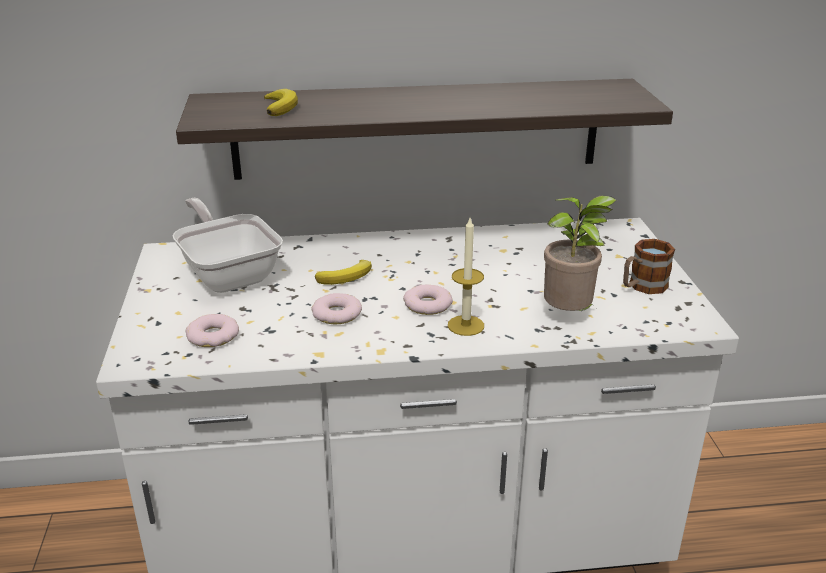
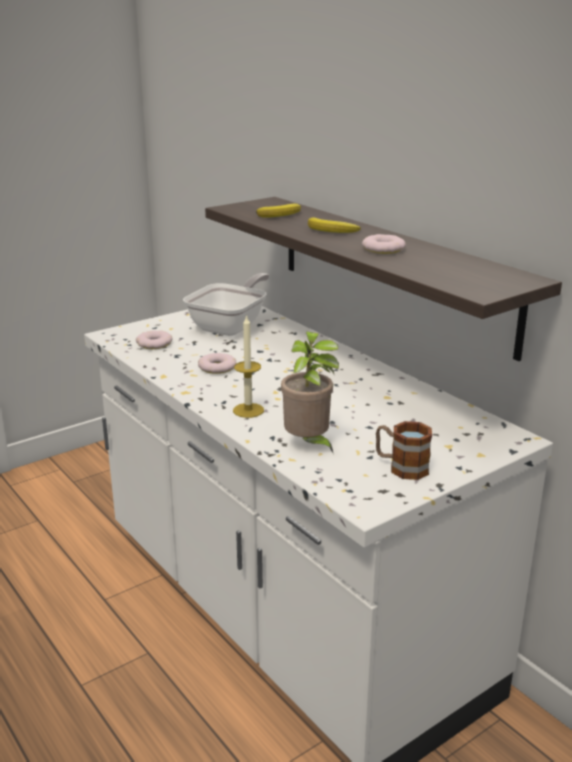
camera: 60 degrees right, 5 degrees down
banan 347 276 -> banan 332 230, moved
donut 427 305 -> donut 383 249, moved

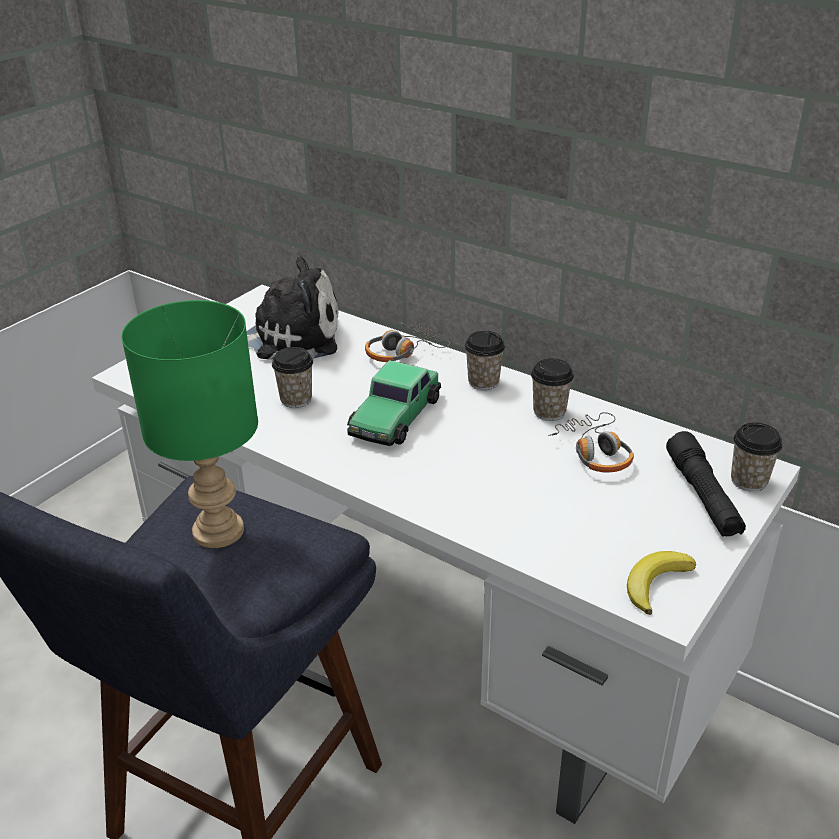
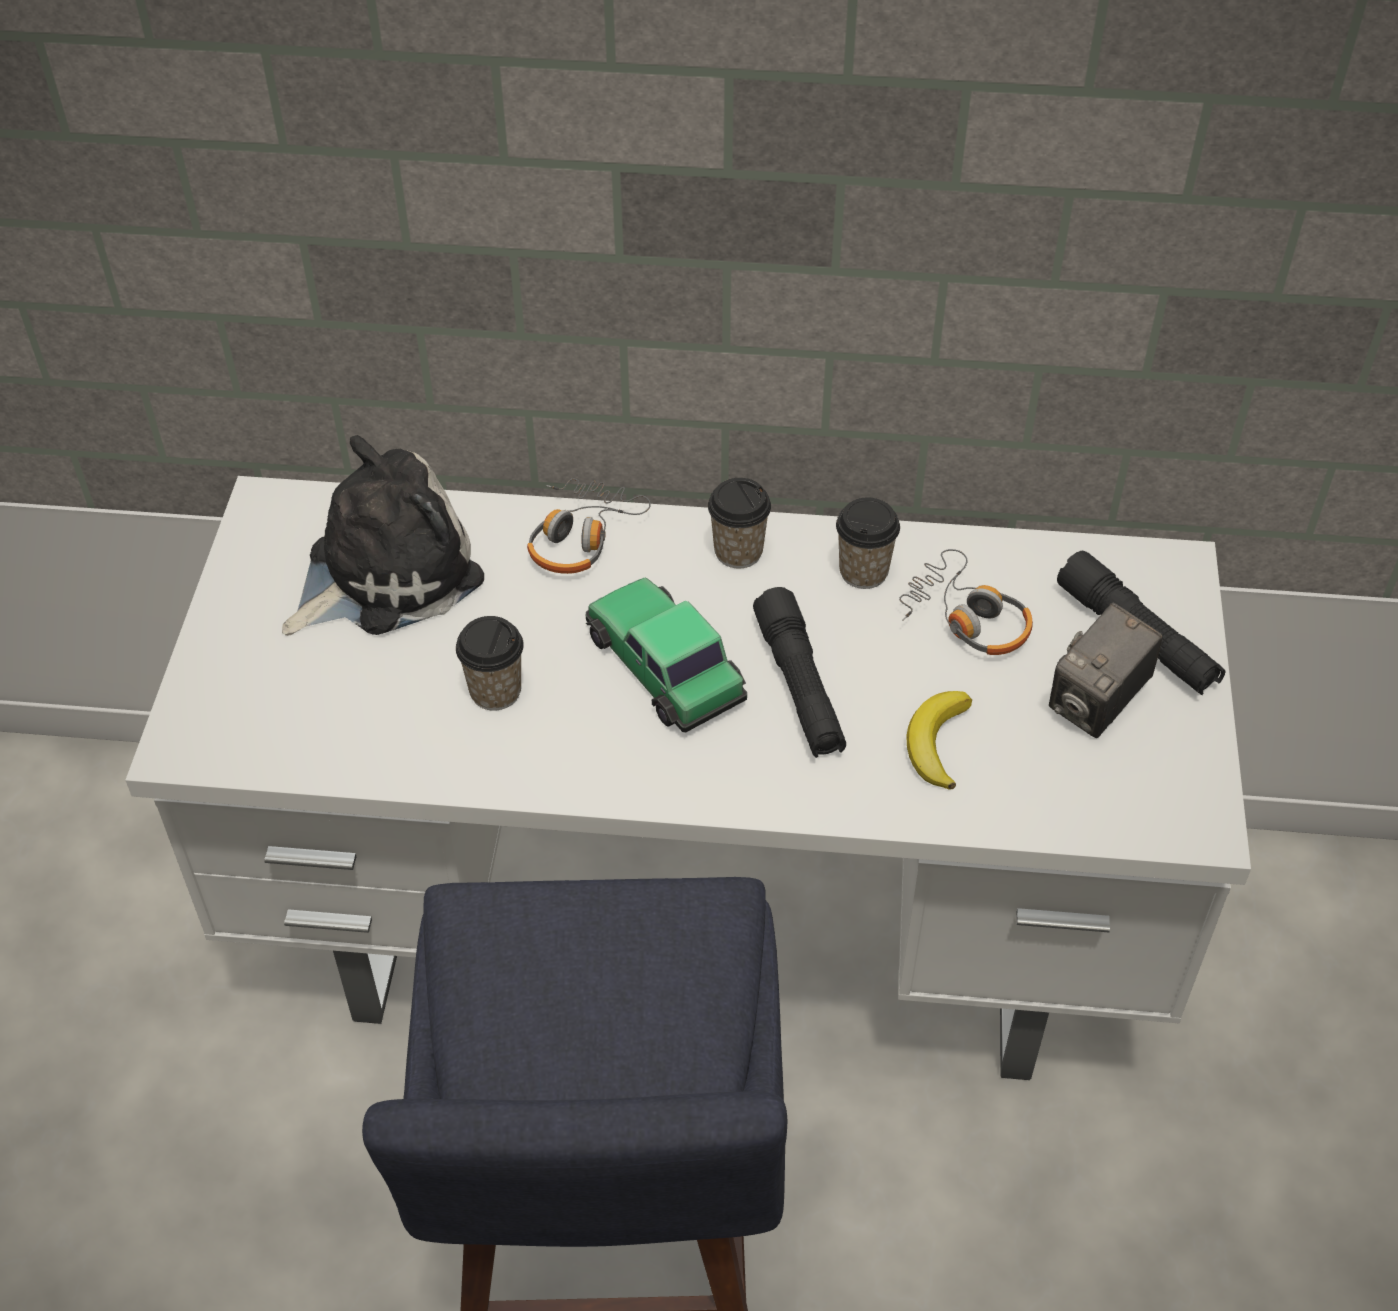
camera: 30 degrees left, 15 degrees up
lampa stołowa/zielony 220 531 -> none
samochodzik 395 416 -> samochodzik 664 665, 150 degrees clockwise
filiżanka 748 481 -> none
banan 655 583 -> banan 936 743, moved
none -> latarka/czarny 799 686
none -> aparat fotograficzny 1097 704

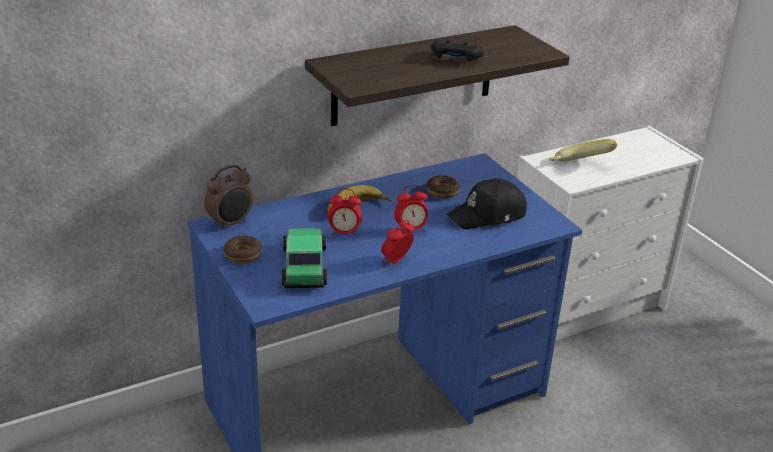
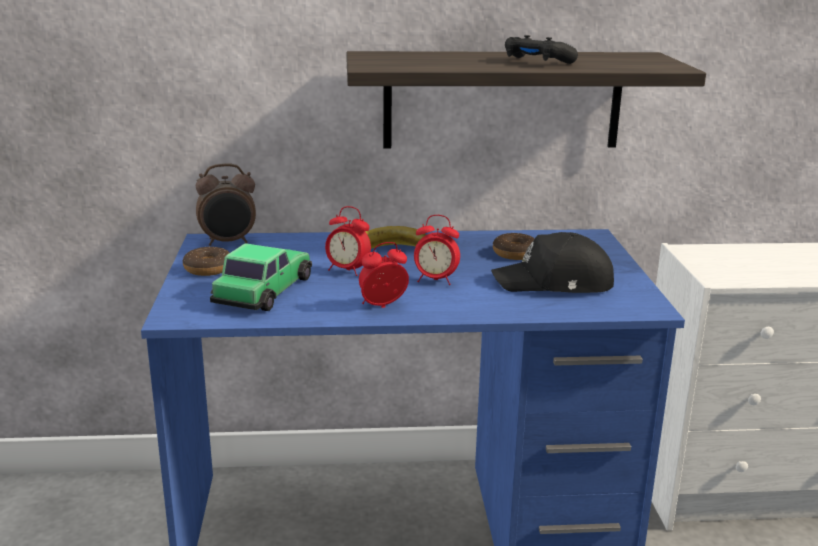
camera: 25 degrees right, 10 degrees down
banan 579 167 -> none

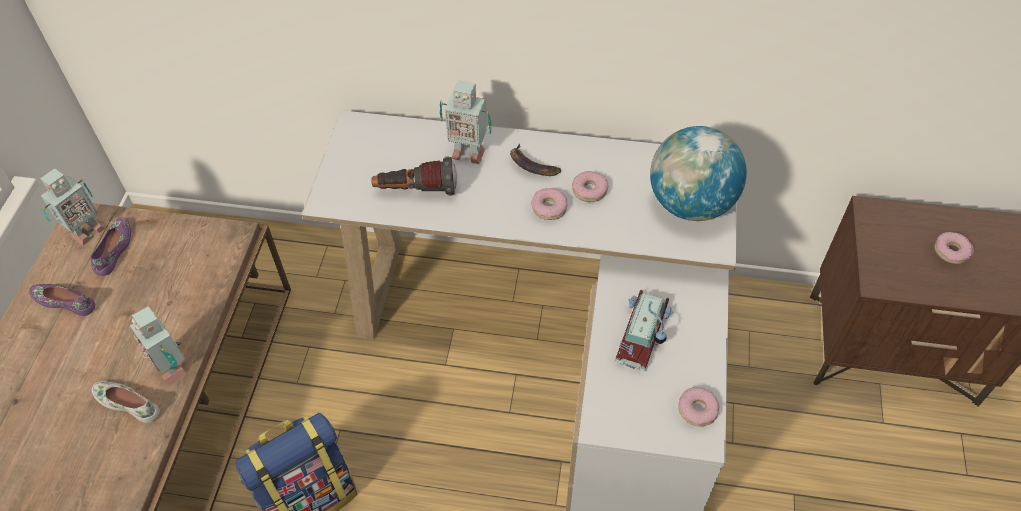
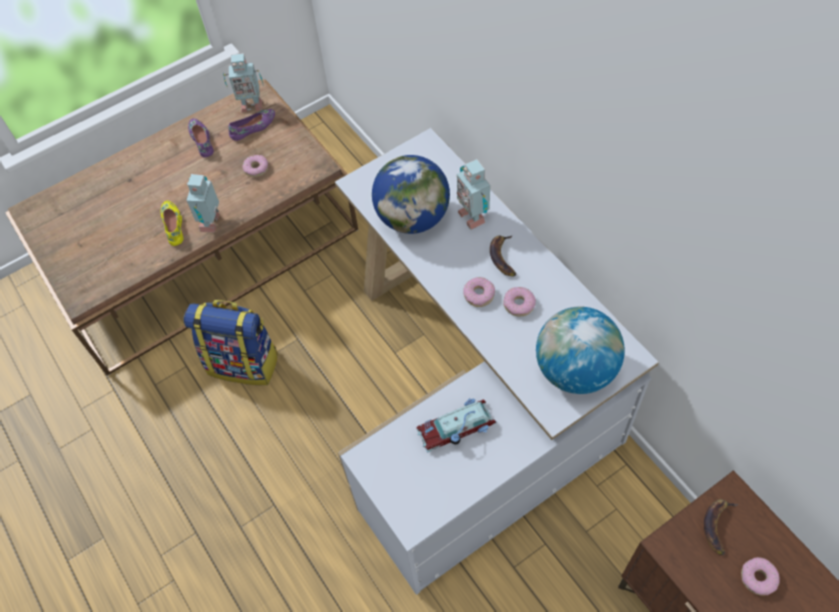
camera: 50 degrees right, 5 degrees up
latarka 416 191 -> globus 412 218
but/biały 128 403 -> but/żółty 173 225
donut 697 410 -> donut 256 168, moved
none -> banan 717 525

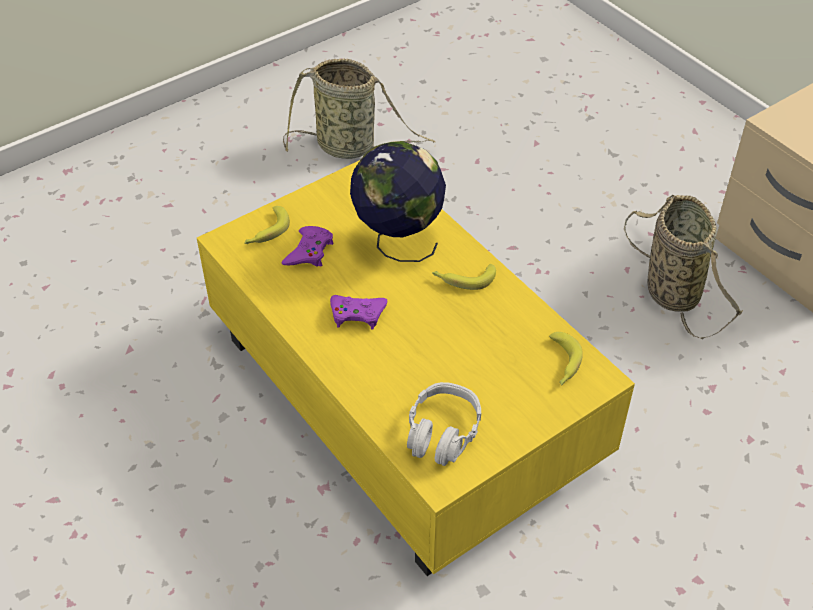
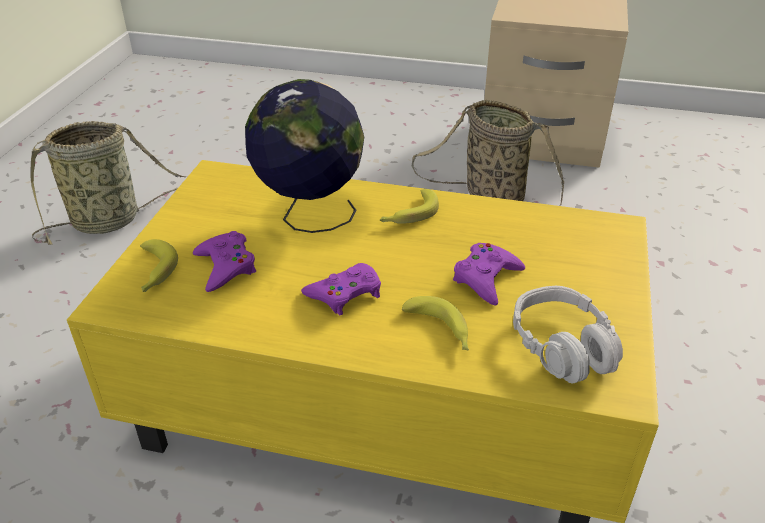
camera: 40 degrees left, 10 degrees down
banan 562 364 -> banan 441 331, moved
none -> pad do gier/fioletowy 486 278

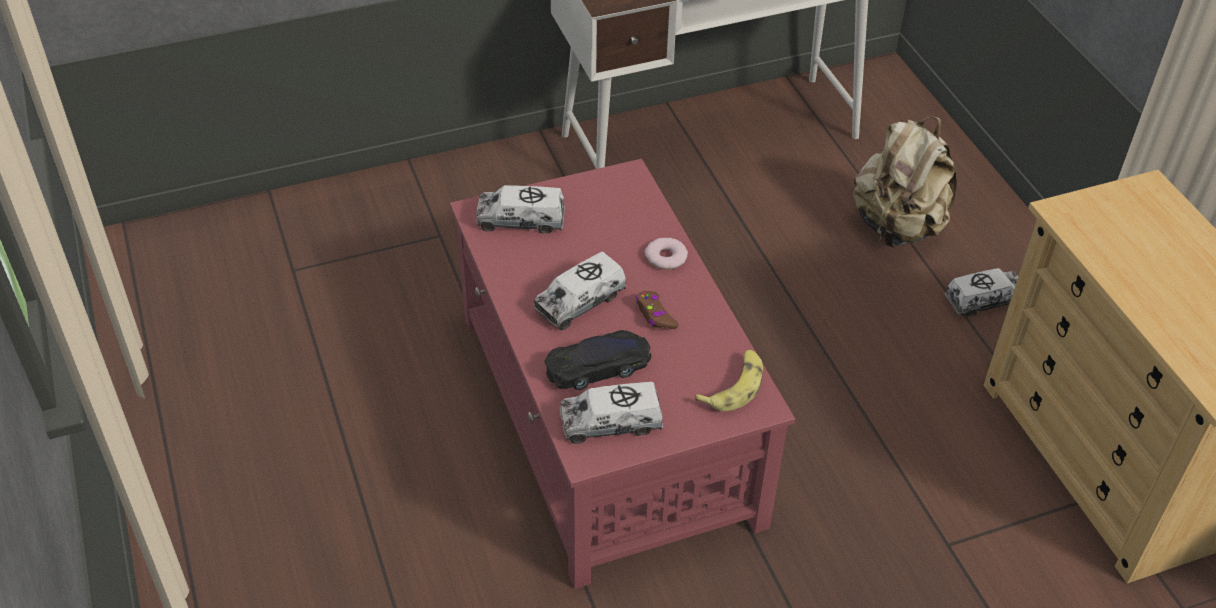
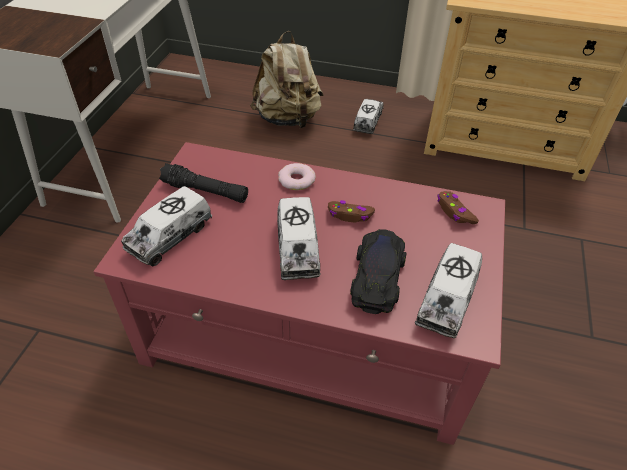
camera: 55 degrees left, 0 degrees up
banan 734 386 -> pad do gier/brązowy 454 212
none -> latarka/czarny 205 191

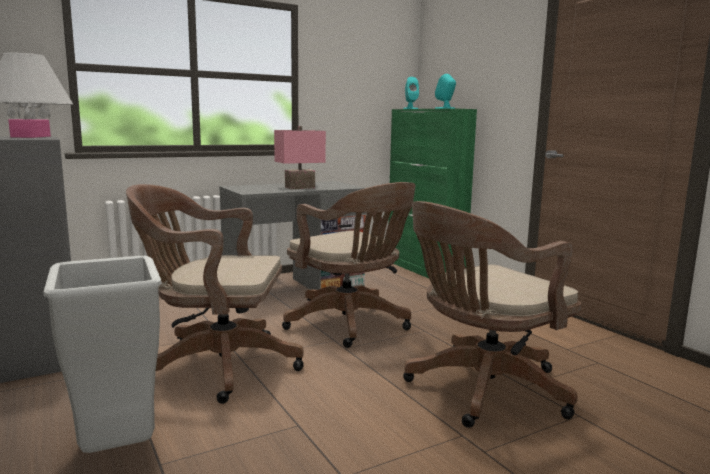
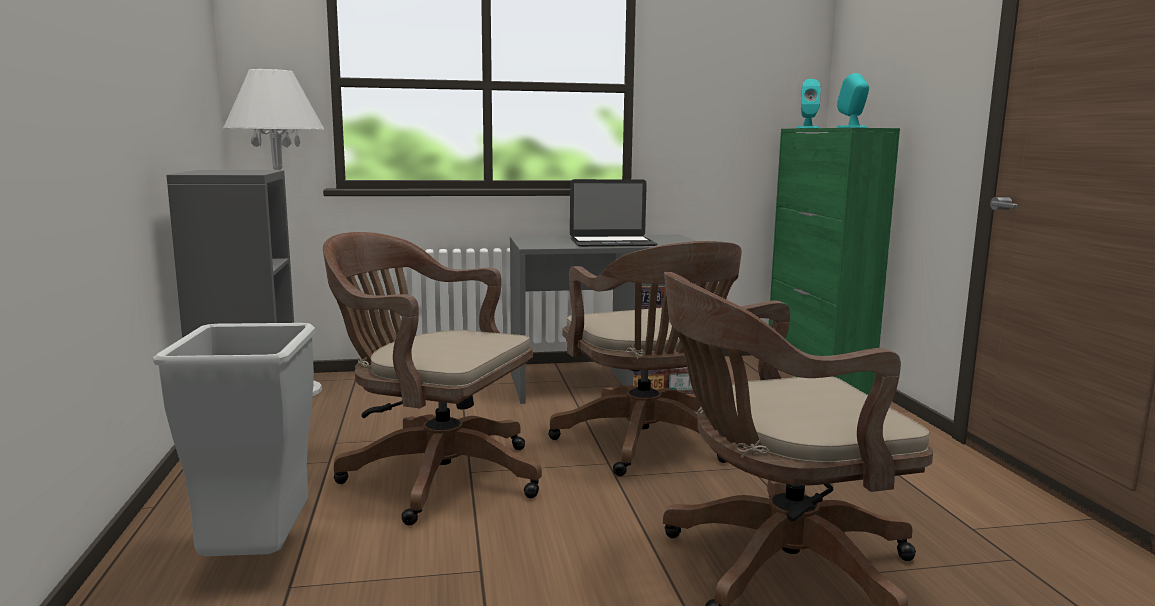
camera: 20 degrees right, 0 degrees up
pudełko chusteczek/różowy 31 137 -> none
lampa stołowa/różowy 299 187 -> laptop 612 242

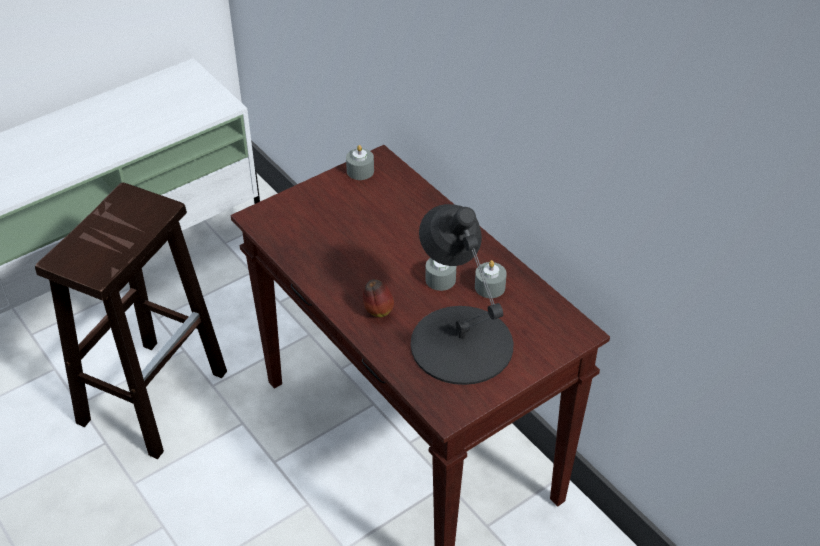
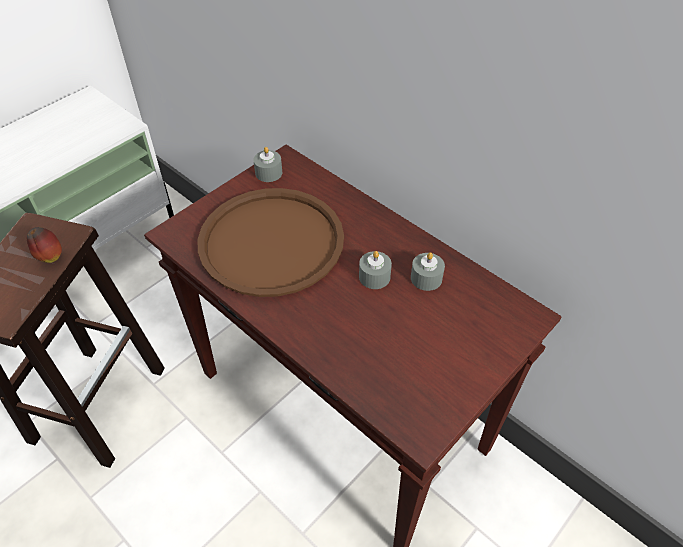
camera: 10 degrees left, 5 degrees up
lampa stołowa/czarny 461 343 -> none
jabłko 377 311 -> jabłko 50 257, moved
none -> taca/brązowy 271 242

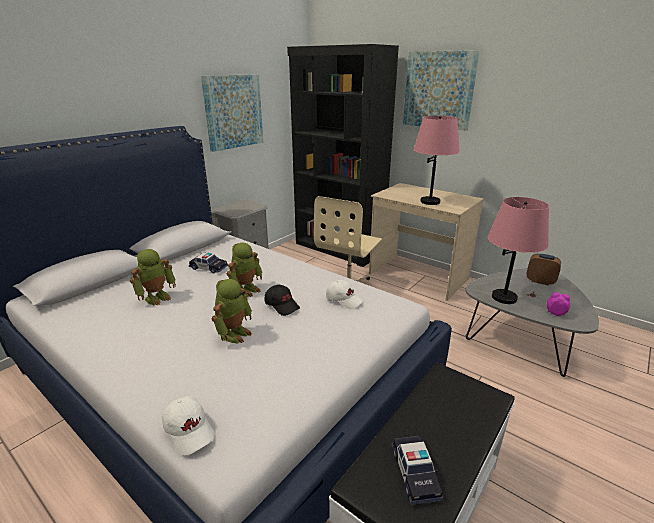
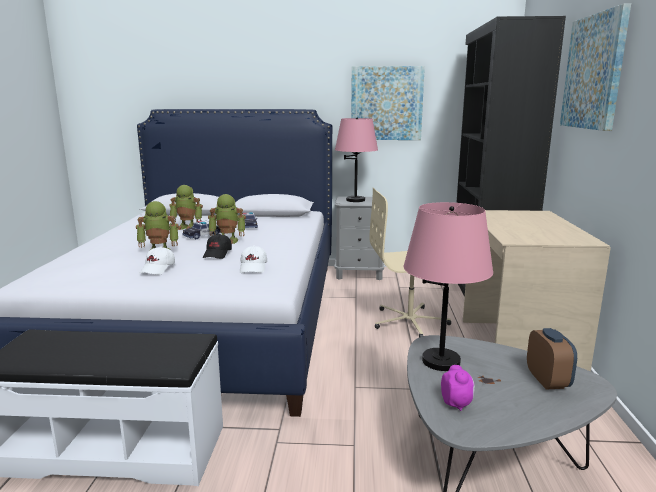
camera: 55 degrees right, 10 degrees down
lampa stołowa/różowy 430 201 -> lampa stołowa/różowy 355 200, moved
czapka z daszkiem/biały 190 430 -> czapka z daszkiem/biały 158 269, moved
samochodzik 414 473 -> samochodzik 202 235, moved

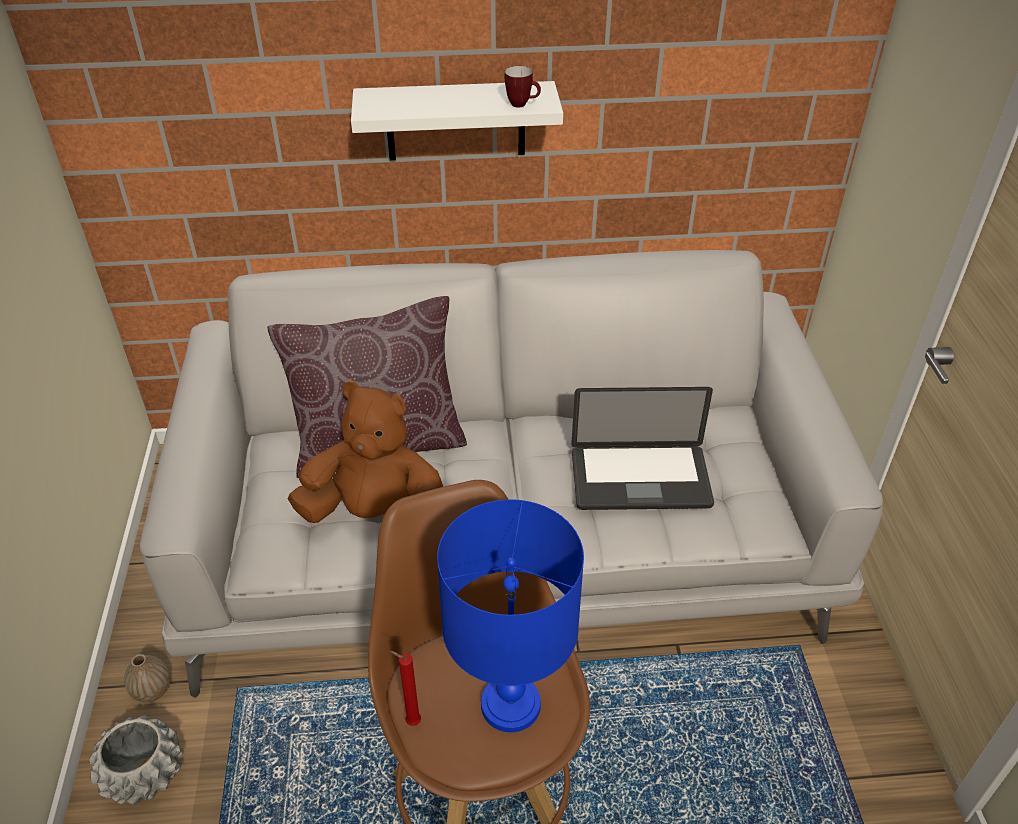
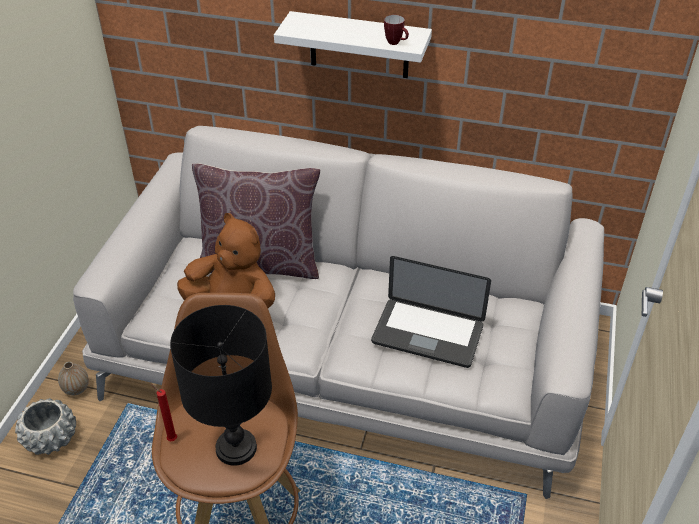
camera: 20 degrees right, 0 degrees up
lampa stołowa/niebieski 509 705 -> lampa stołowa/czarny 235 448

